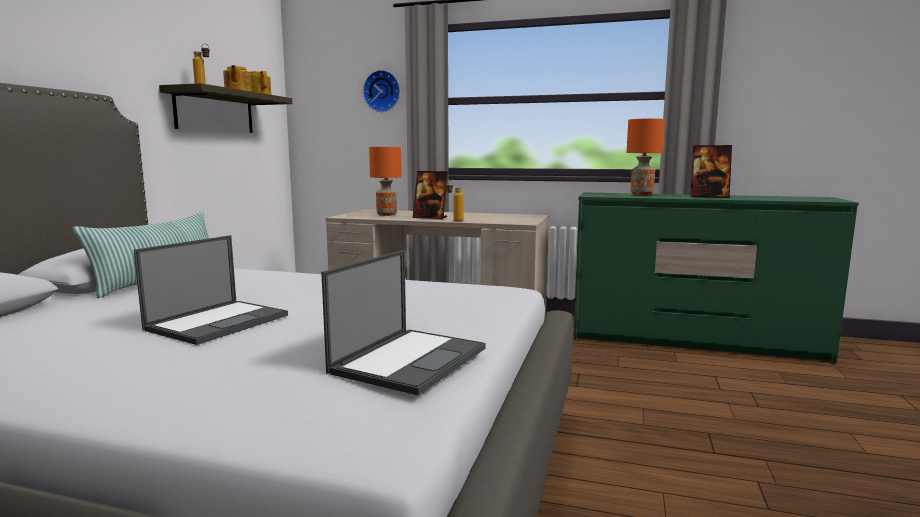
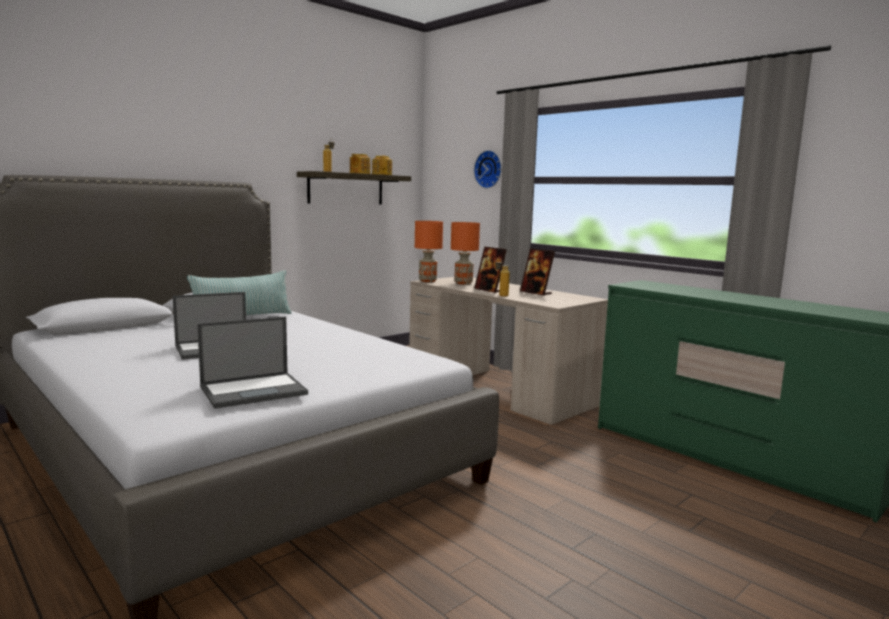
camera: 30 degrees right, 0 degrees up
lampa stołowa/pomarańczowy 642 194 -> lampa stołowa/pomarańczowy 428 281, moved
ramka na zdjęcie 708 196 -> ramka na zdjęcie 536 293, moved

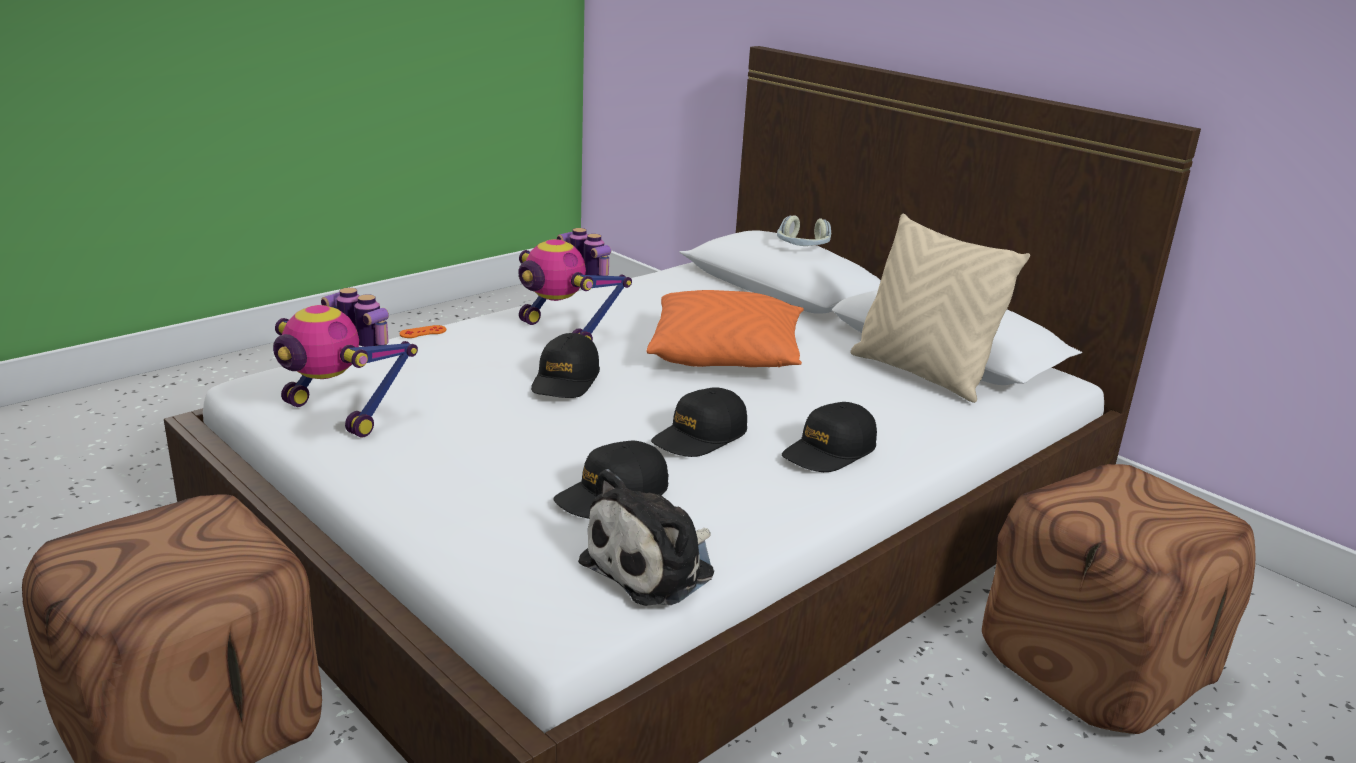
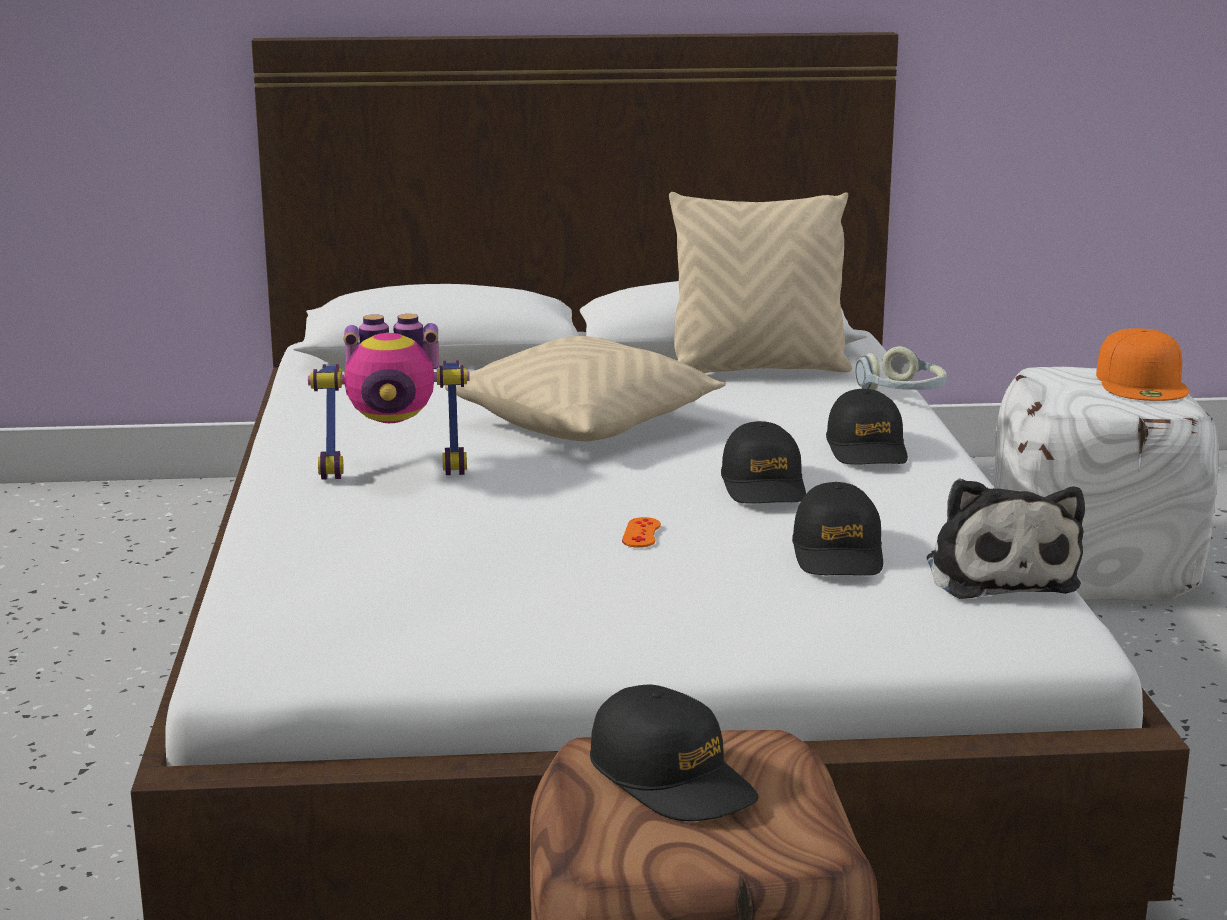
camera: 50 degrees left, 5 degrees down
słuchawki 802 246 -> słuchawki 902 391, moved
robot zabawkowy 341 413 -> none
poduszka/pomarańczowy 726 355 -> poduszka/beżowy 586 422
pad do gier/pomarańczowy 423 332 -> pad do gier/pomarańczowy 641 533, moved
czapka z daszkiem/czarny 565 380 -> czapka z daszkiem/czarny 672 778, moved
pufa/brązowy 1098 666 -> pufa/biały 1092 567
none -> czapka z daszkiem/pomarańczowy 1142 382

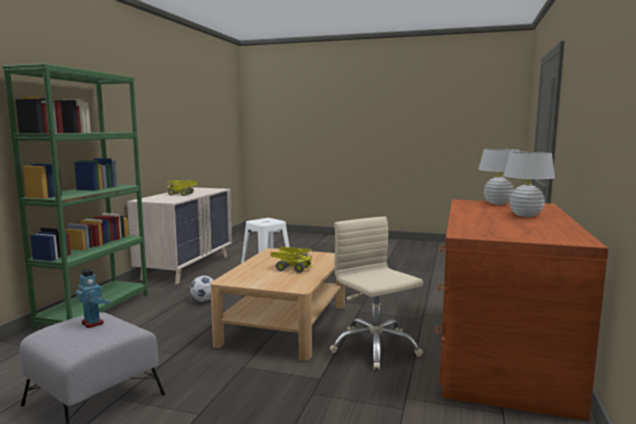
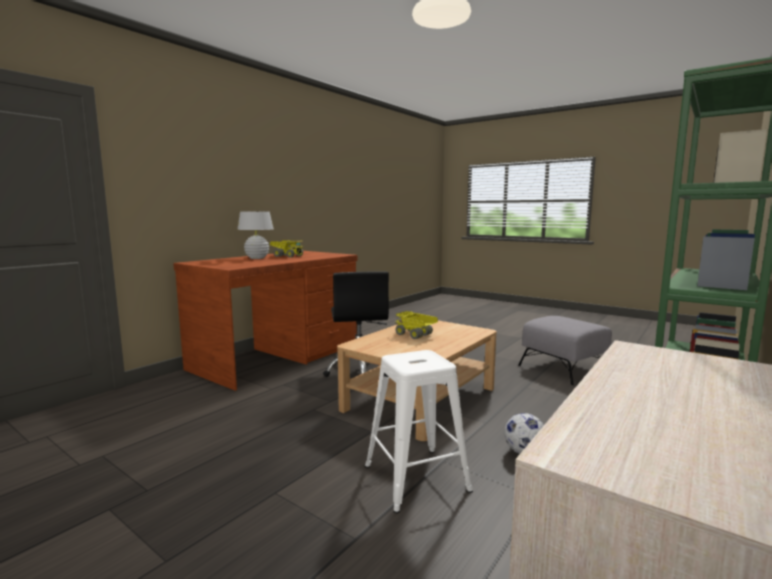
camera: 160 degrees left, 0 degrees up
lampa stołowa/biały 497 203 -> none
ciężarówka zabawkowa 182 194 -> ciężarówka zabawkowa 287 256, moved
krzesło biurowe/beżowy 374 347 -> krzesło biurowe/czarny 359 370
robot zabawkowy 93 323 -> none

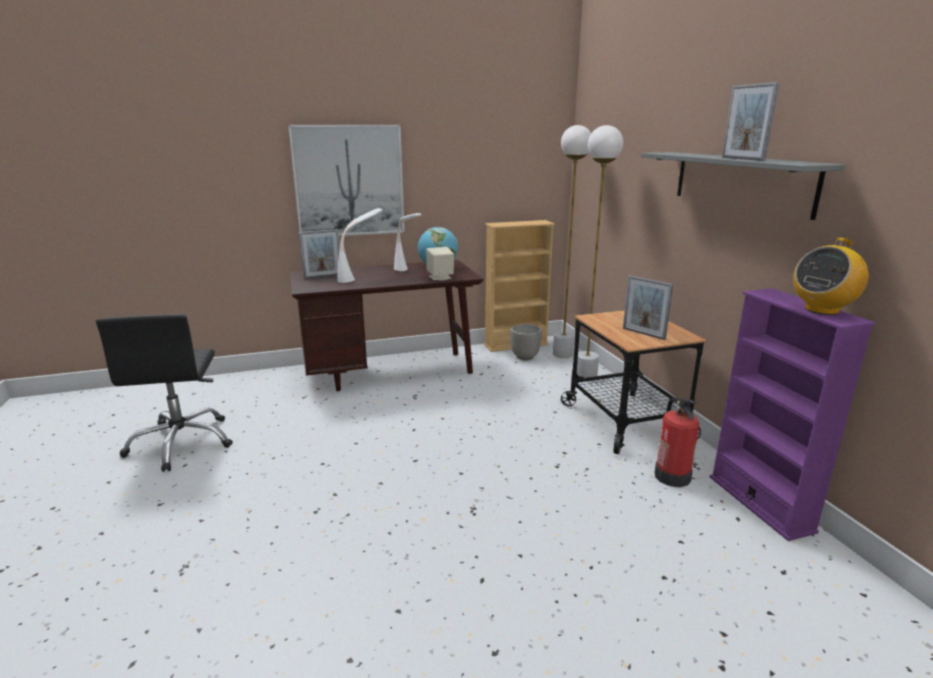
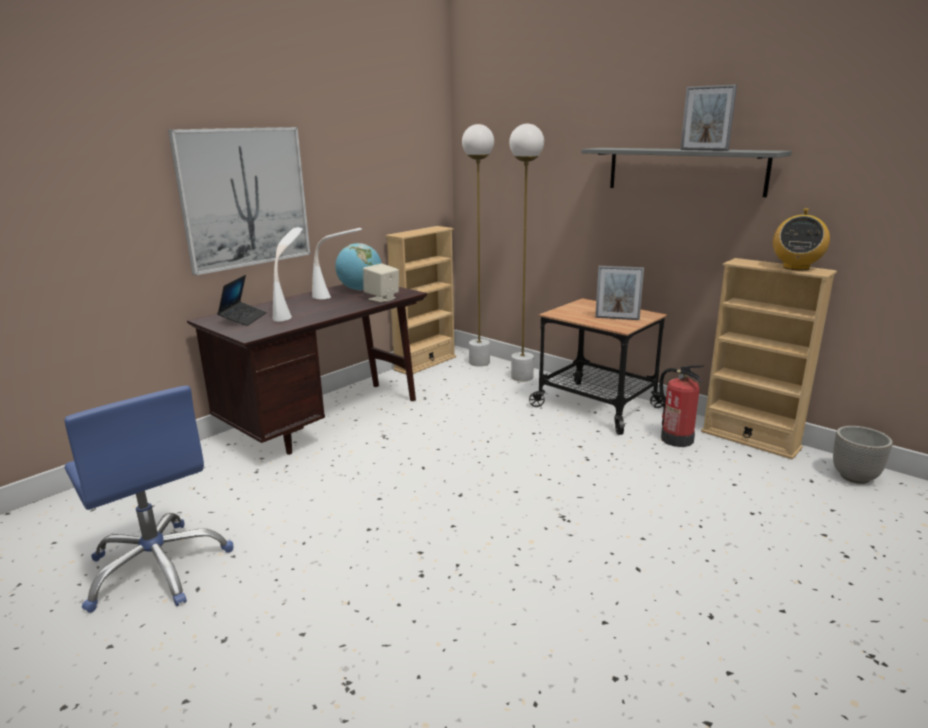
camera: 30 degrees left, 0 degrees up
ramka na zdjęcie 323 276 -> laptop 243 318
regał/fioletowy 760 503 -> regał/beżowy 750 439
krzesło biurowe/czarny 182 443 -> krzesło biurowe/niebieski 158 567
donica 525 357 -> donica 855 477, moved

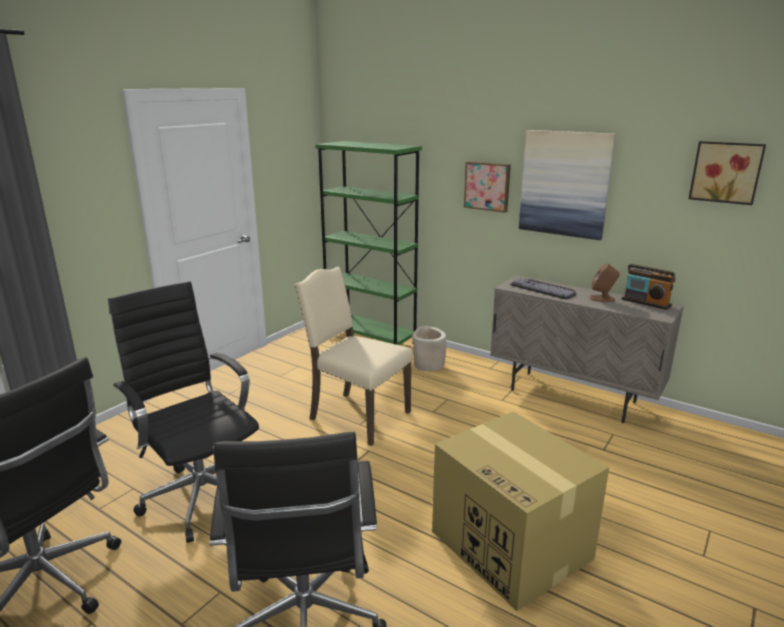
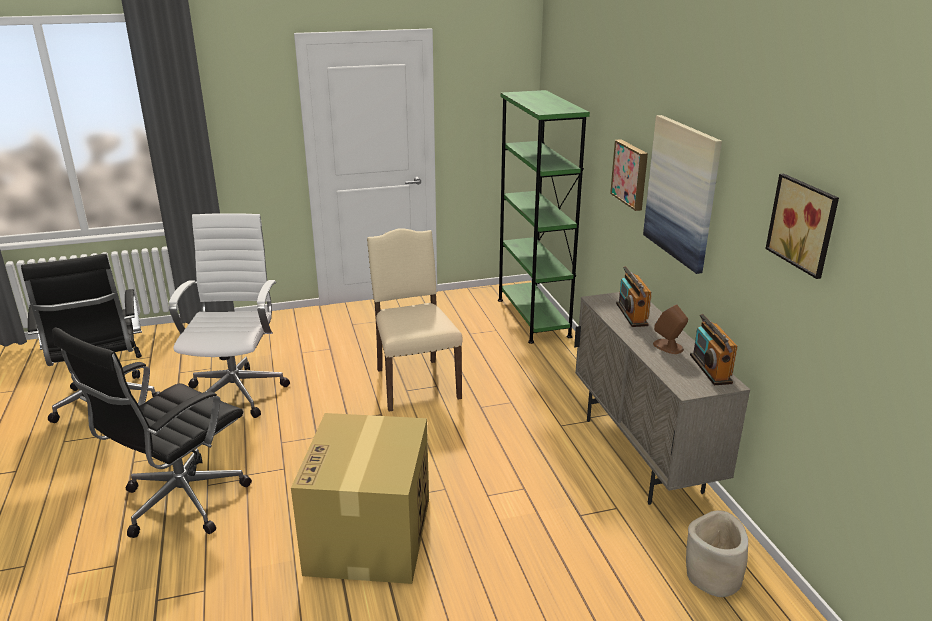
camera: 40 degrees right, 5 degrees up
klawiatura 545 288 -> radio 631 314
krzesło biurowe/czarny 200 495 -> krzesło biurowe/biały 238 391
donica/beżowy 428 365 -> donica/beżowy 712 577, moved

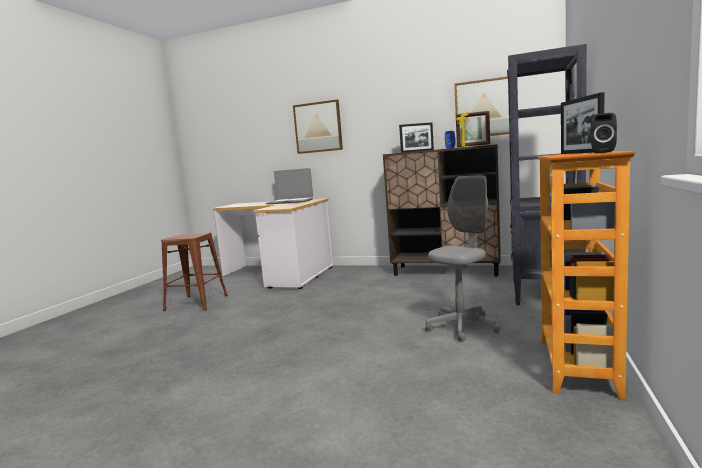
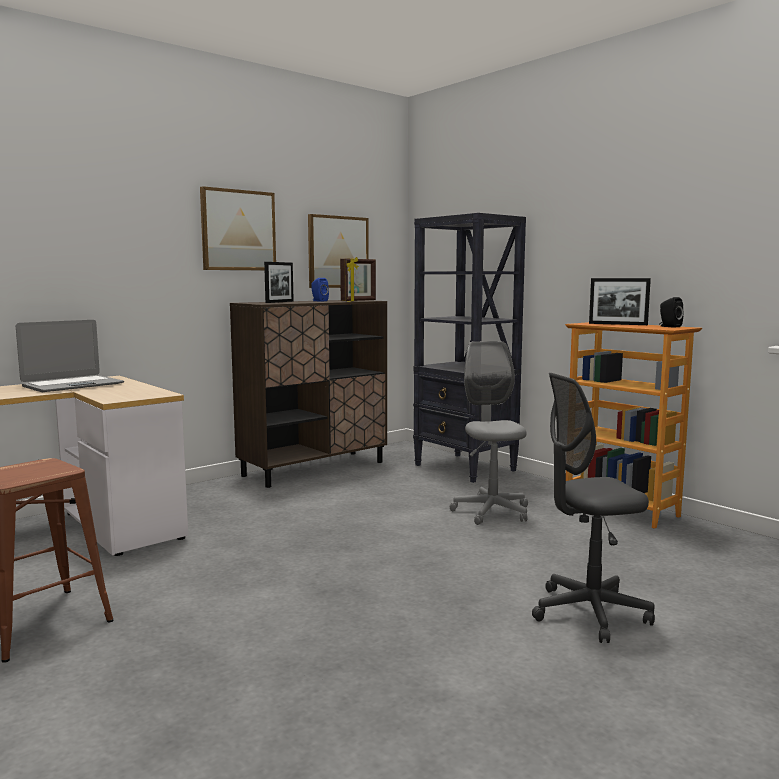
camera: 60 degrees left, 0 degrees up
obraz 318 127 -> obraz 238 230, moved
none -> krzesło biurowe/szary 589 613

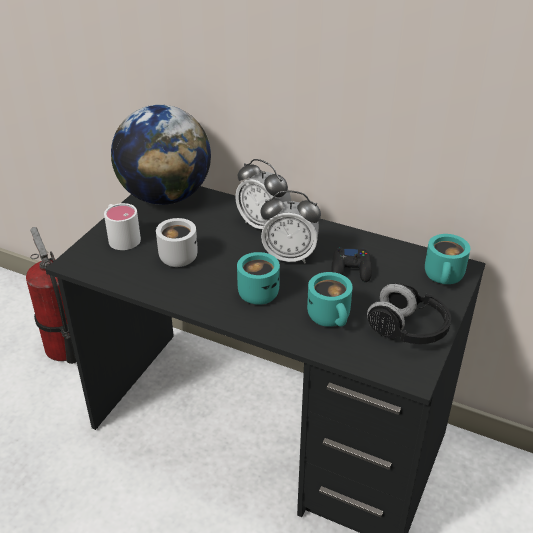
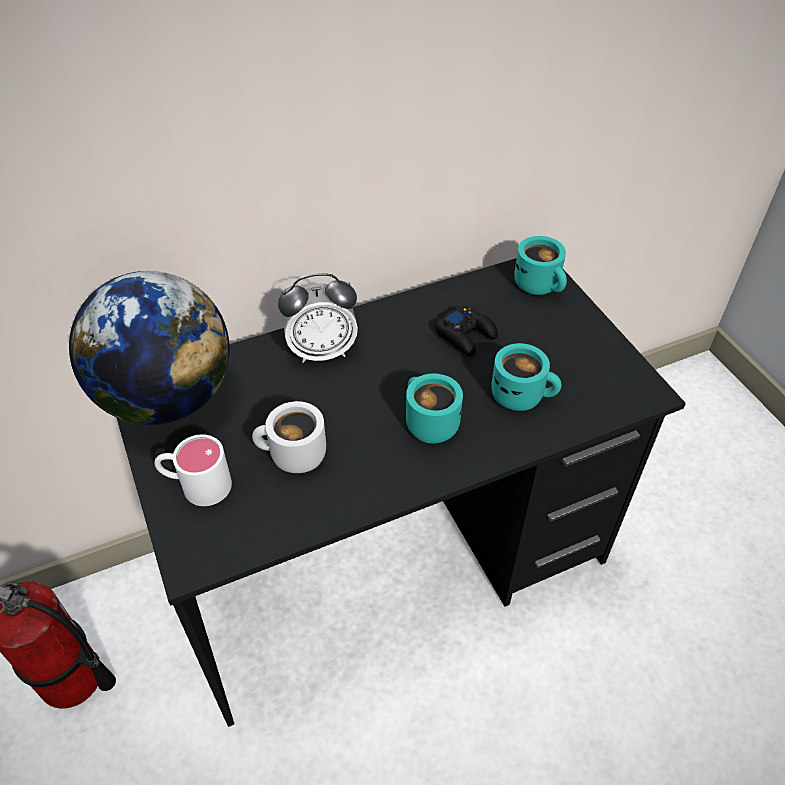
camera: 50 degrees left, 10 degrees up
budzik 289 256 -> none
słuchawki/czarny 407 329 -> none

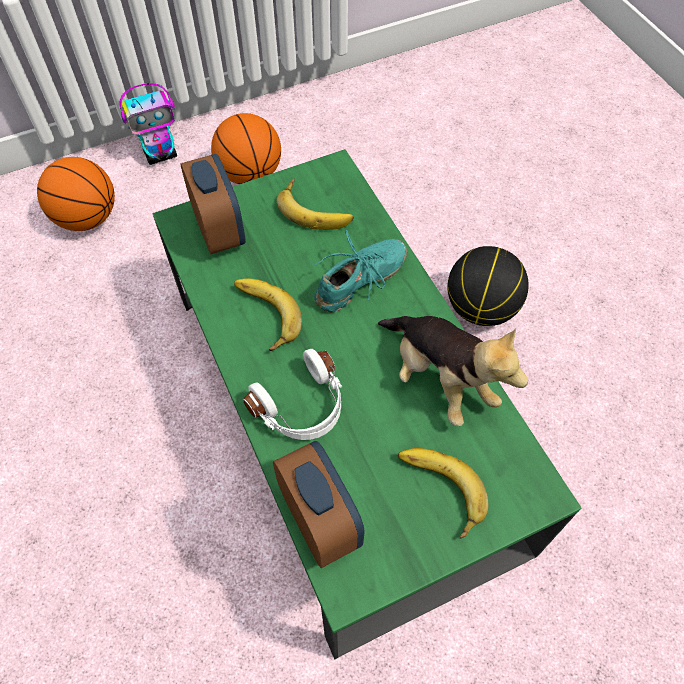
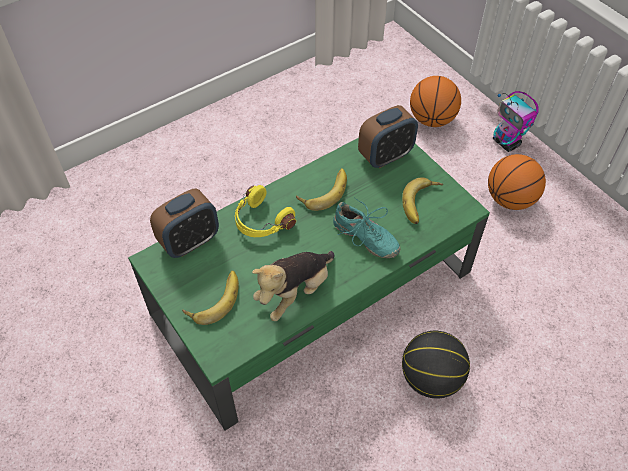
camera: 80 degrees right, 5 degrees down
słuchawki/biały 302 407 -> słuchawki/żółty 261 222

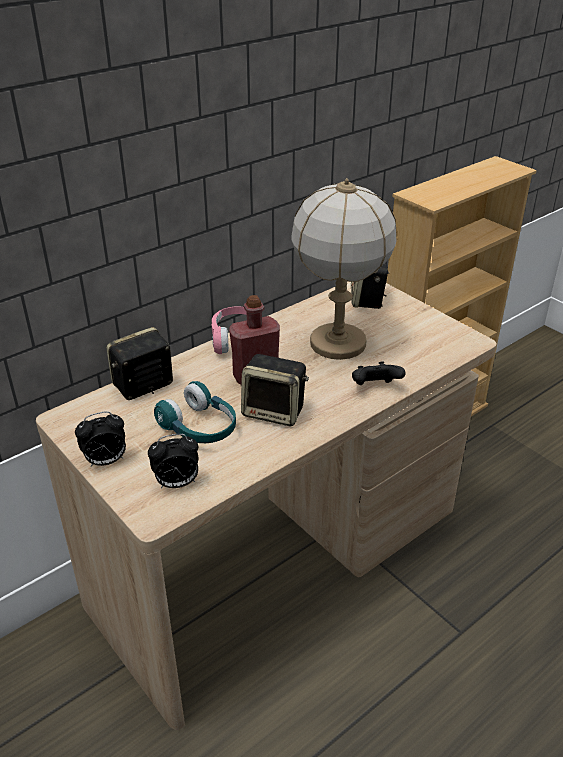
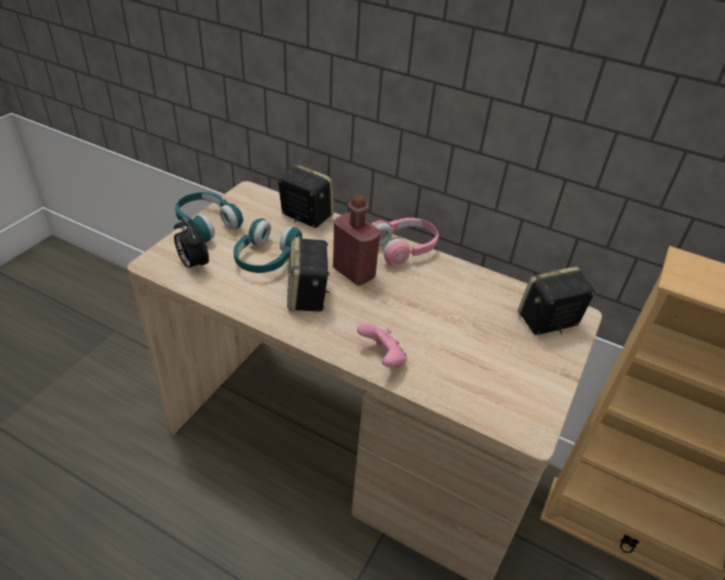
camera: 65 degrees right, 5 degrees up
lampa stołowa 338 343 -> none
pad do gier/czarny 375 387 -> pad do gier/różowy 383 358
budzik 106 461 -> słuchawki/turkusowy 207 224

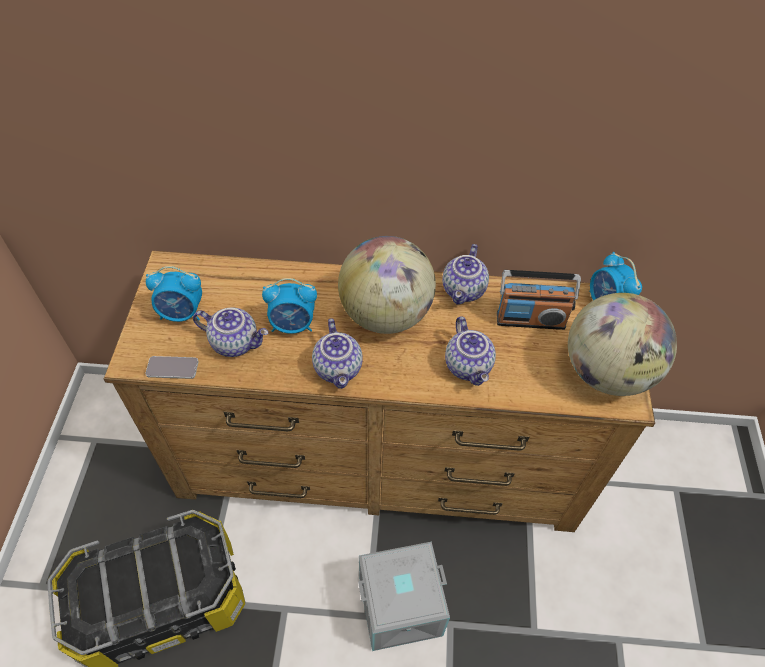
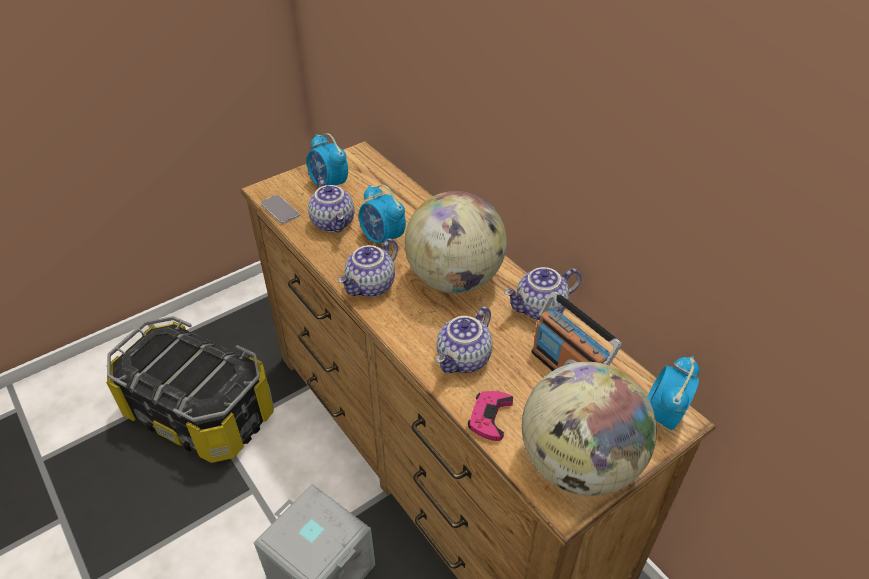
camera: 50 degrees right, 10 degrees down
none -> pad do gier/różowy 489 417

